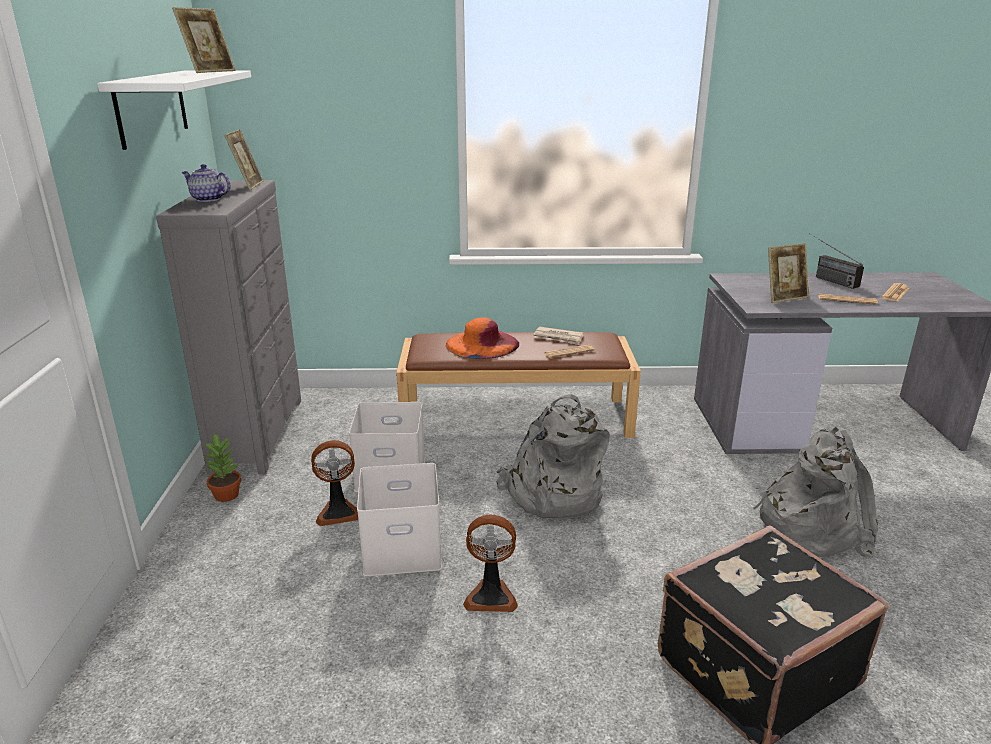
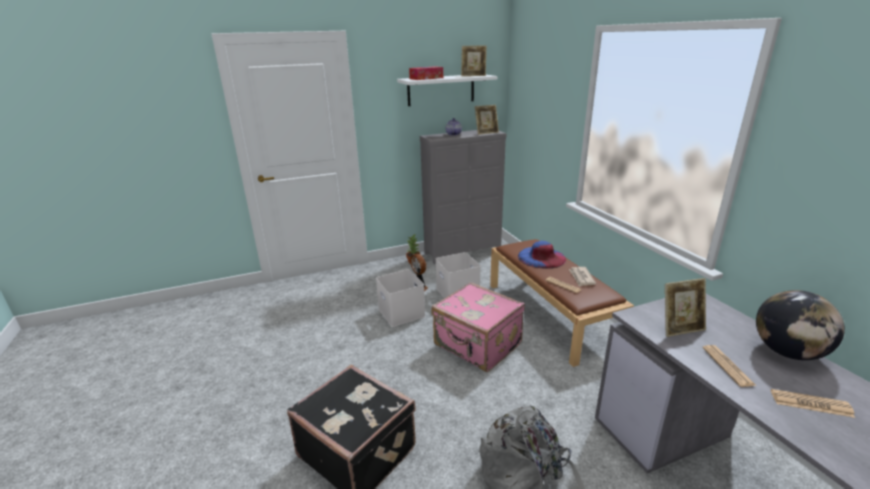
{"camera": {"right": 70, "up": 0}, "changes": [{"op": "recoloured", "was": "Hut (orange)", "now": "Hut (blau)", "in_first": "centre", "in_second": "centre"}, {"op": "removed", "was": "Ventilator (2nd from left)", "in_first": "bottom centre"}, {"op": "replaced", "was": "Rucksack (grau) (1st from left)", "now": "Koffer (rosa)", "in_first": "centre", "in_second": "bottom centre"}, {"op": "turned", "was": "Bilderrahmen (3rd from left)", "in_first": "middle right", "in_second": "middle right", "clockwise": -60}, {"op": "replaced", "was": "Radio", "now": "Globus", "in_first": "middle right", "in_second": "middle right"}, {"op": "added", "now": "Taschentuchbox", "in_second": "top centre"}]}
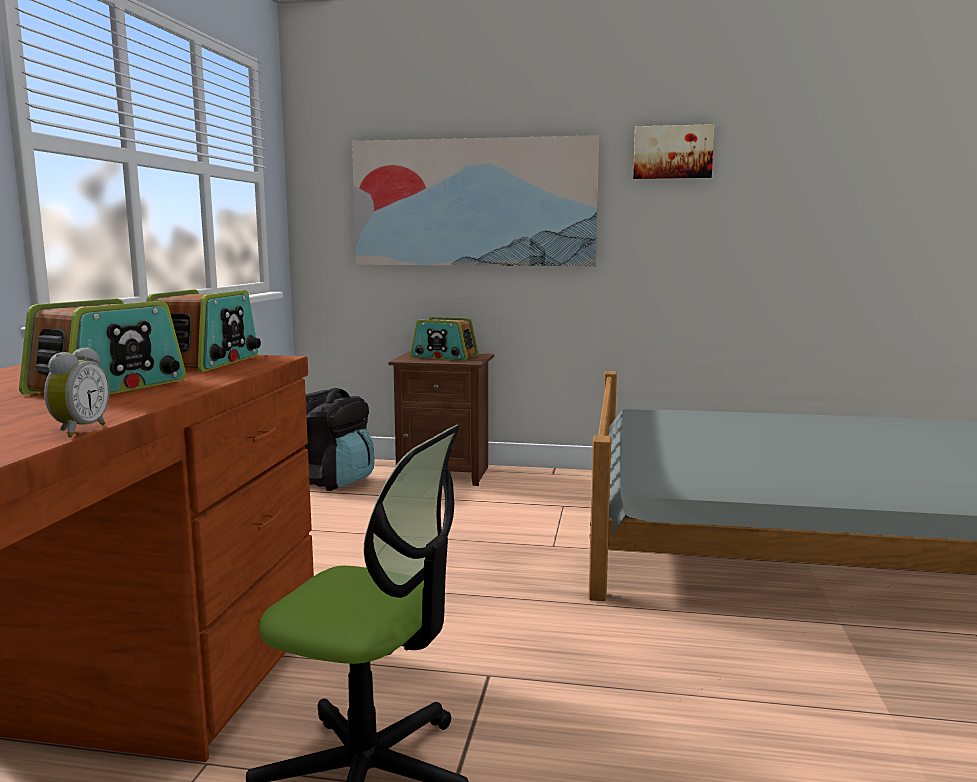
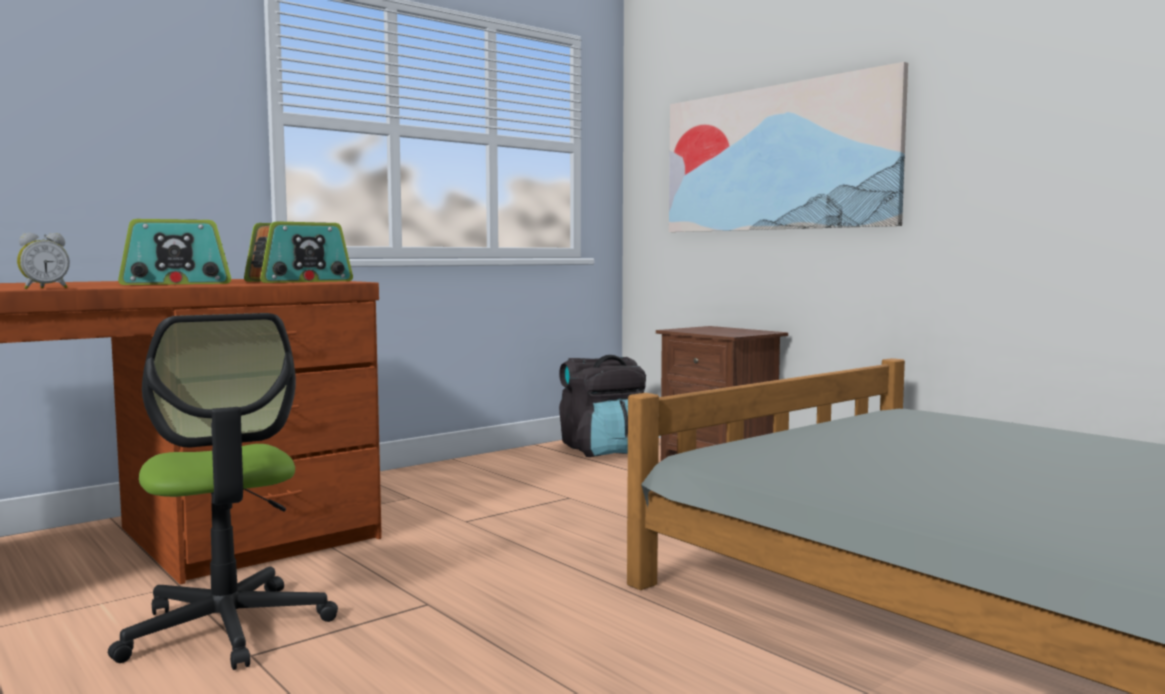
{"camera": {"right": 40, "up": -5}, "changes": [{"op": "removed", "was": "Radio (3rd from left)", "in_first": "centre"}, {"op": "removed", "was": "Bild (2nd from left)", "in_first": "top right"}]}
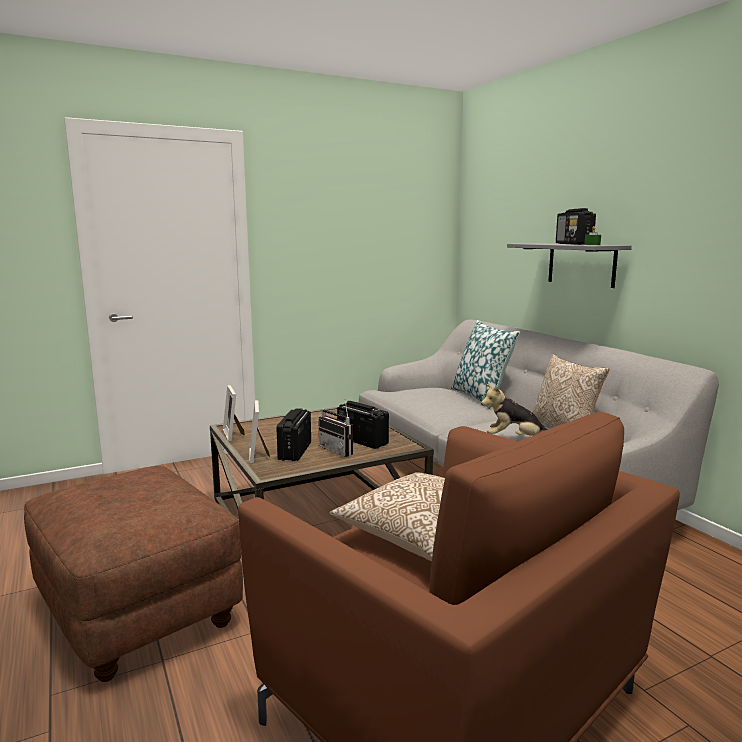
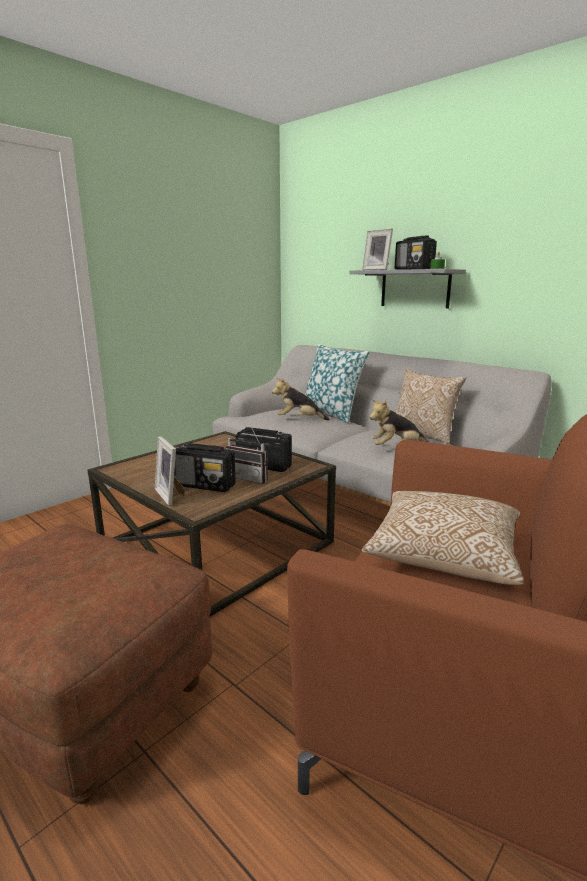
{"camera": {"right": -20, "up": 5}, "changes": [{"op": "moved", "was": "Bilderrahmen (1st from left in the first image)", "now": "Bilderrahmen (2nd from left)", "in_first": "middle left", "in_second": "top centre"}, {"op": "turned", "was": "Radio (1st from left)", "in_first": "centre", "in_second": "centre", "clockwise": -60}, {"op": "added", "now": "Plüschtier (1st from left)", "in_second": "centre"}]}
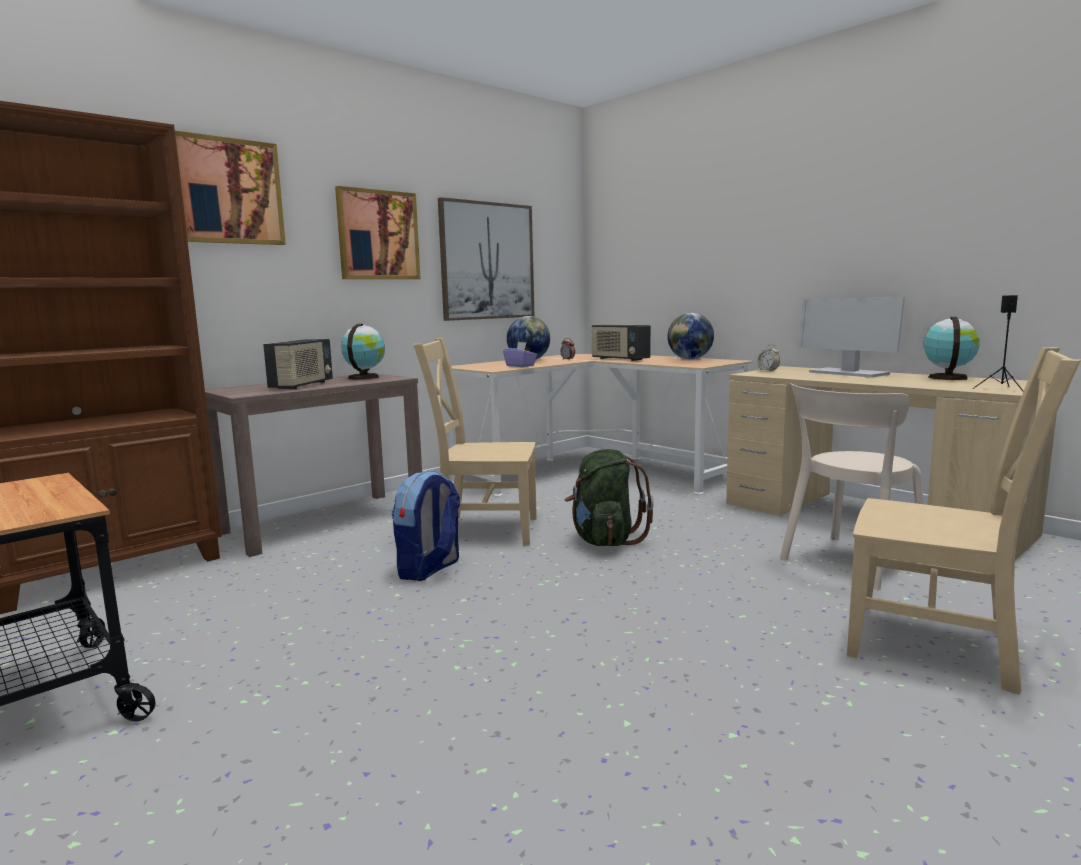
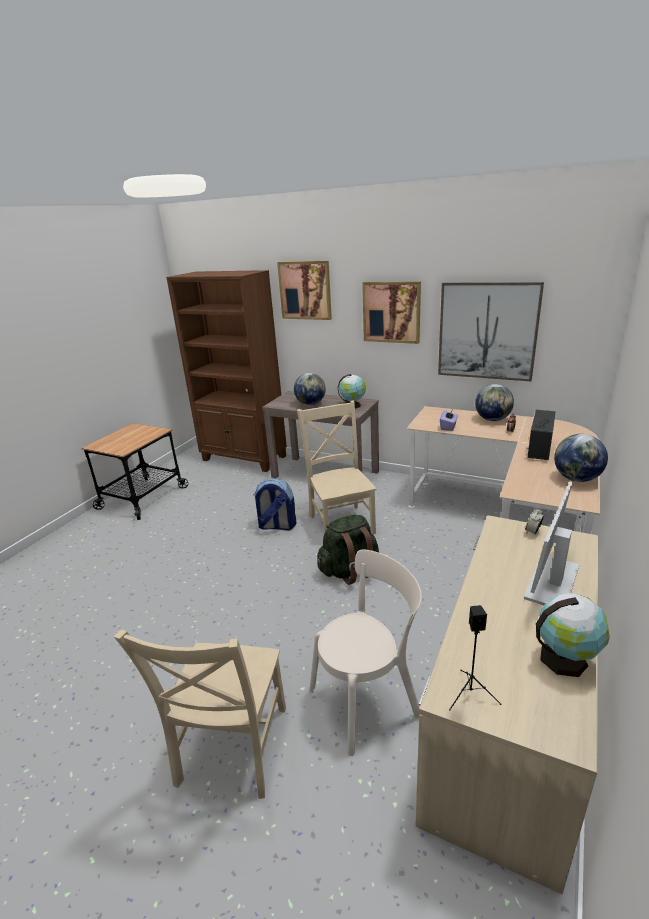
{"camera": {"right": 70, "up": 15}, "changes": [{"op": "replaced", "was": "Radio (1st from left)", "now": "Globus (1st from left)", "in_first": "middle left", "in_second": "centre"}, {"op": "turned", "was": "Stuhl (beige) (2nd from left in the first image)", "in_first": "middle right", "in_second": "bottom centre", "clockwise": 120}]}
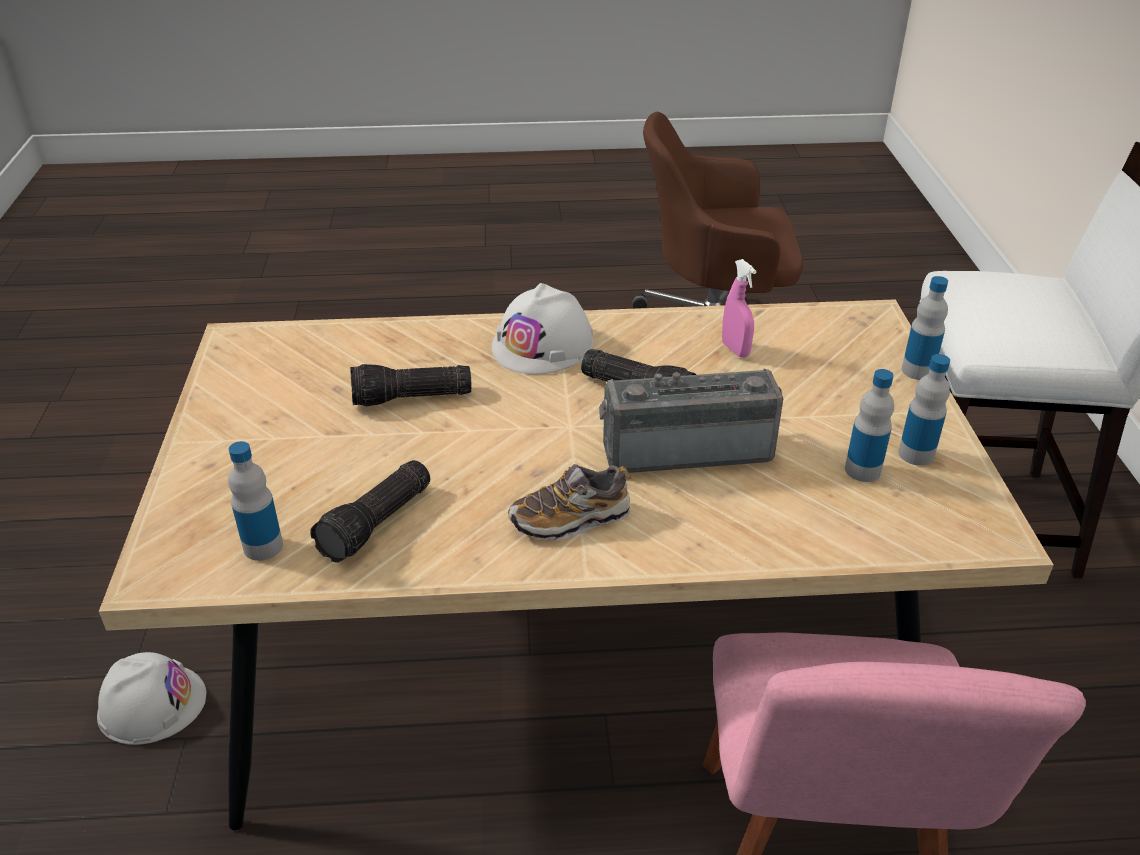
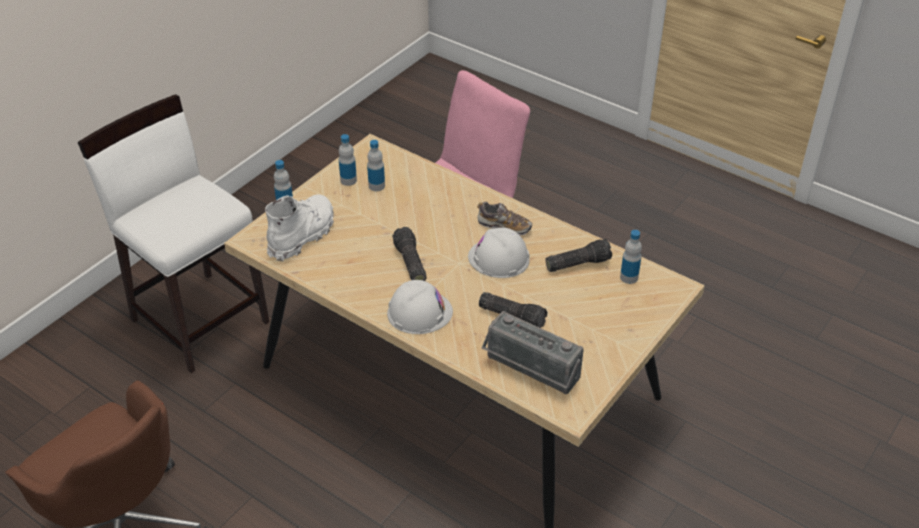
{"camera": {"right": -140, "up": 5}, "changes": [{"op": "moved", "was": "Schutzhelm (weiß) (1st from left in the first image)", "now": "Schutzhelm (weiß) (2nd from left)", "in_first": "bottom left", "in_second": "centre"}, {"op": "moved", "was": "Radio", "in_first": "centre", "in_second": "bottom centre"}, {"op": "removed", "was": "Sprühflasche (rosa)", "in_first": "centre"}, {"op": "added", "now": "Stiefel (weiß)", "in_second": "middle left"}]}
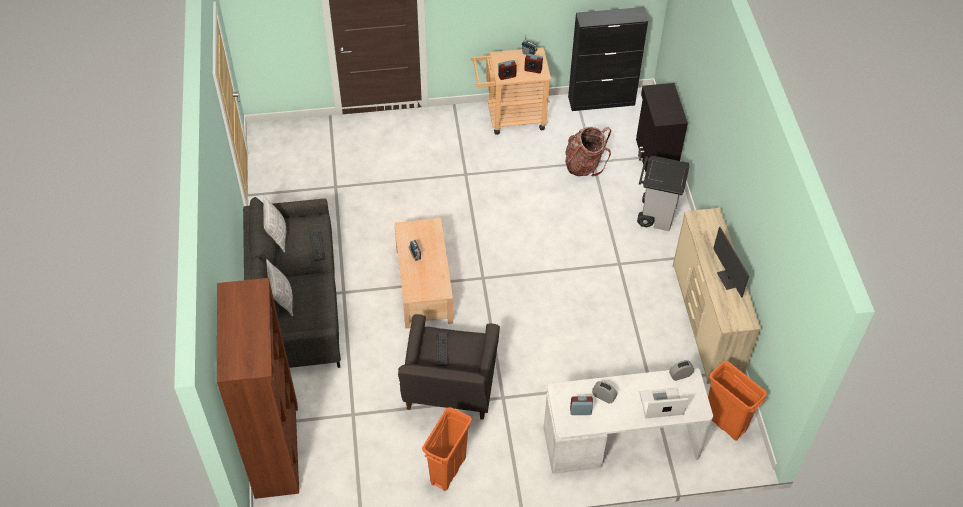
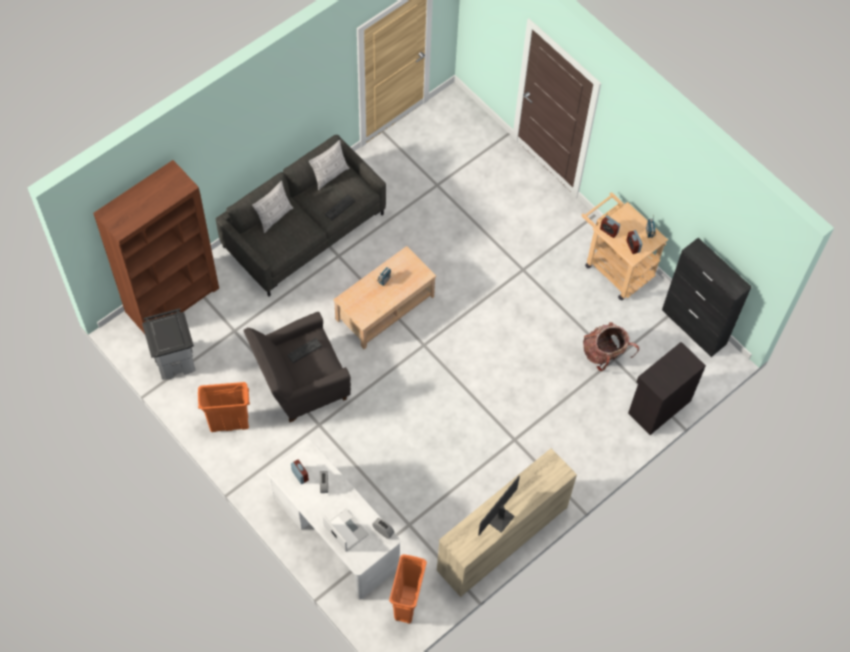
{"camera": {"right": 55, "up": 10}, "changes": [{"op": "moved", "was": "Mülleimer (grau)", "in_first": "middle right", "in_second": "middle left"}]}
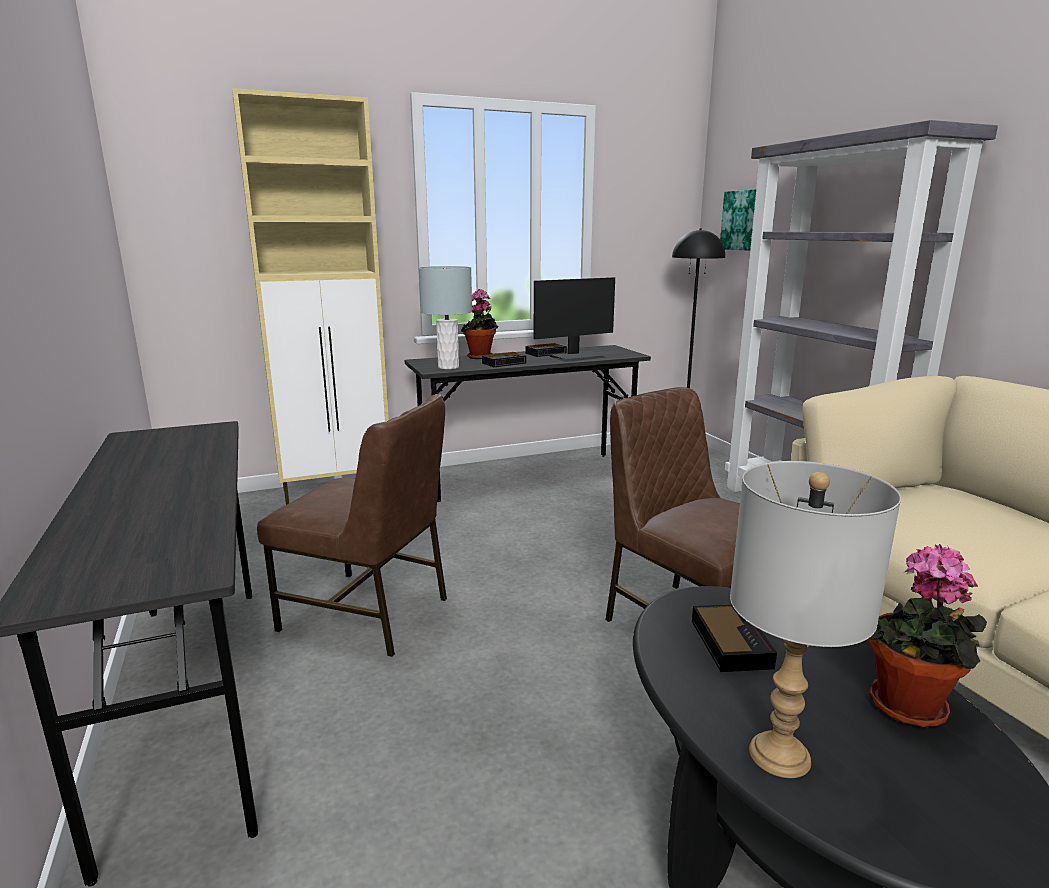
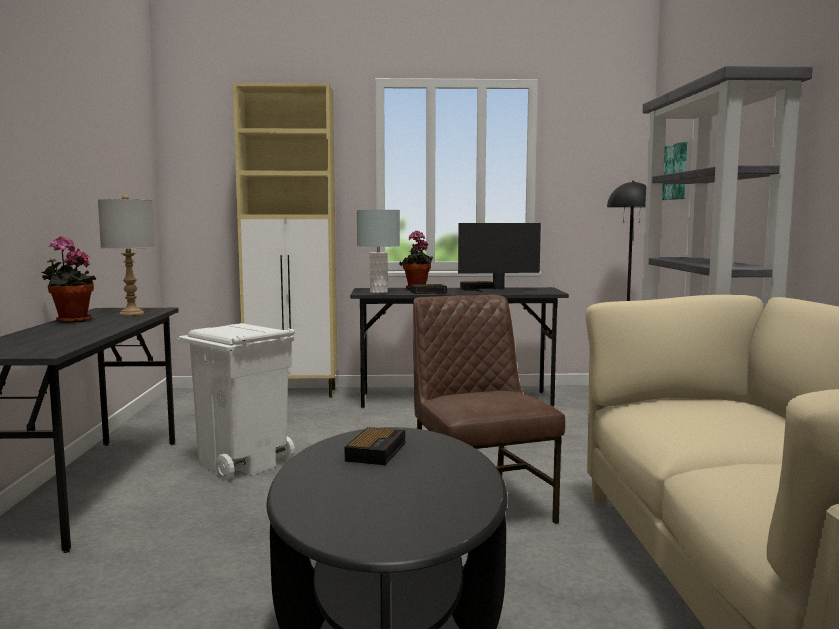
{"camera": {"right": 20, "up": -10}, "changes": [{"op": "replaced", "was": "Stuhl (braun) (1st from left)", "now": "Mülleimer (weiß)", "in_first": "centre", "in_second": "middle left"}, {"op": "moved", "was": "Tischlampe (grau) (2nd from left in the first image)", "now": "Tischlampe (grau) (1st from left)", "in_first": "bottom right", "in_second": "middle left"}, {"op": "moved", "was": "Topfpflanze (2nd from left in the first image)", "now": "Topfpflanze (1st from left)", "in_first": "bottom right", "in_second": "middle left"}]}
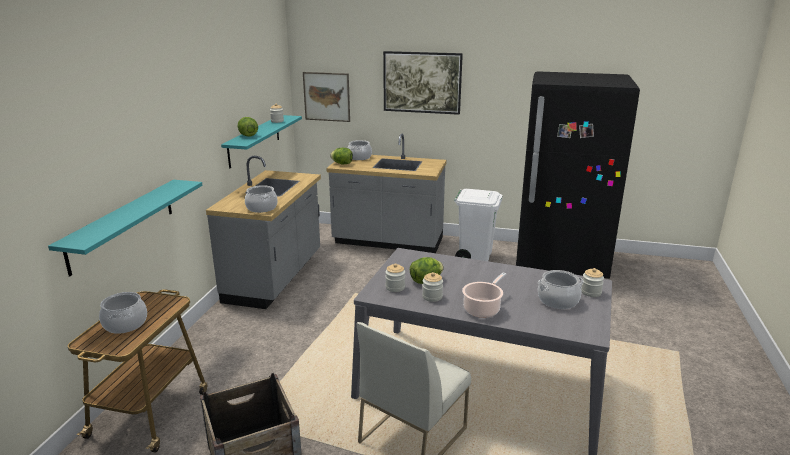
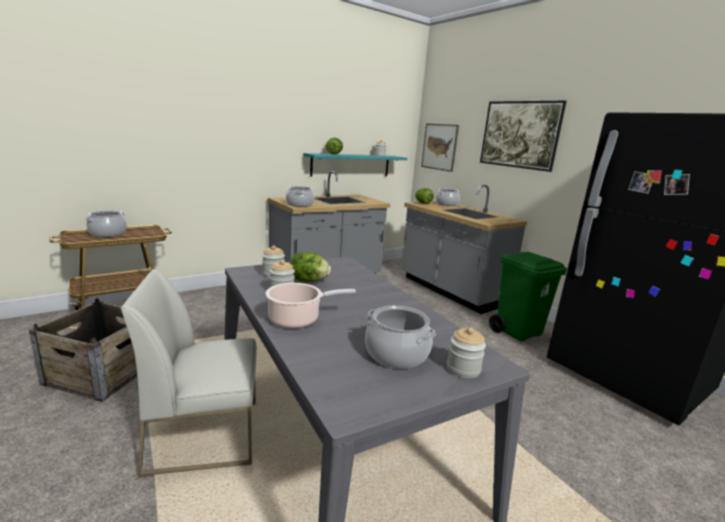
{"camera": {"right": 40, "up": -5}, "changes": [{"op": "removed", "was": "Wandregal (türkis) (1st from left)", "in_first": "middle left"}, {"op": "recoloured", "was": "Mülleimer (weiß)", "now": "Mülleimer (grün)", "in_first": "centre", "in_second": "middle right"}]}
